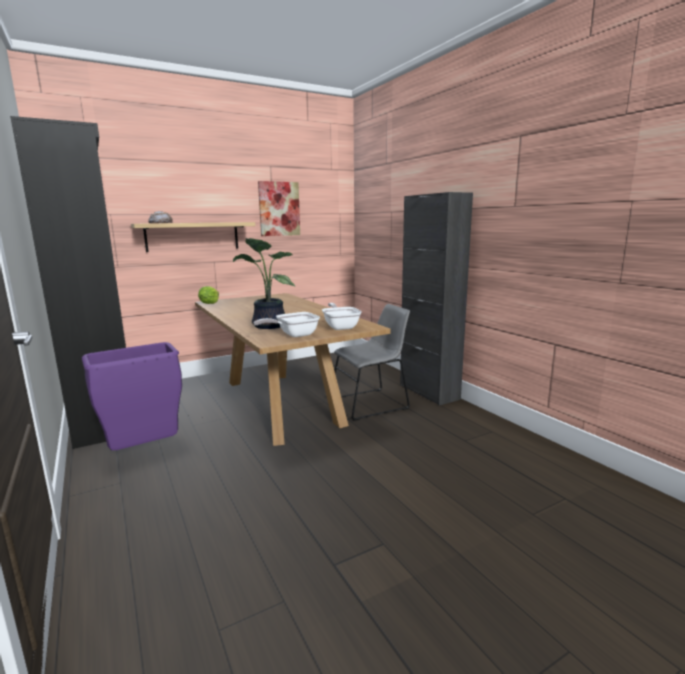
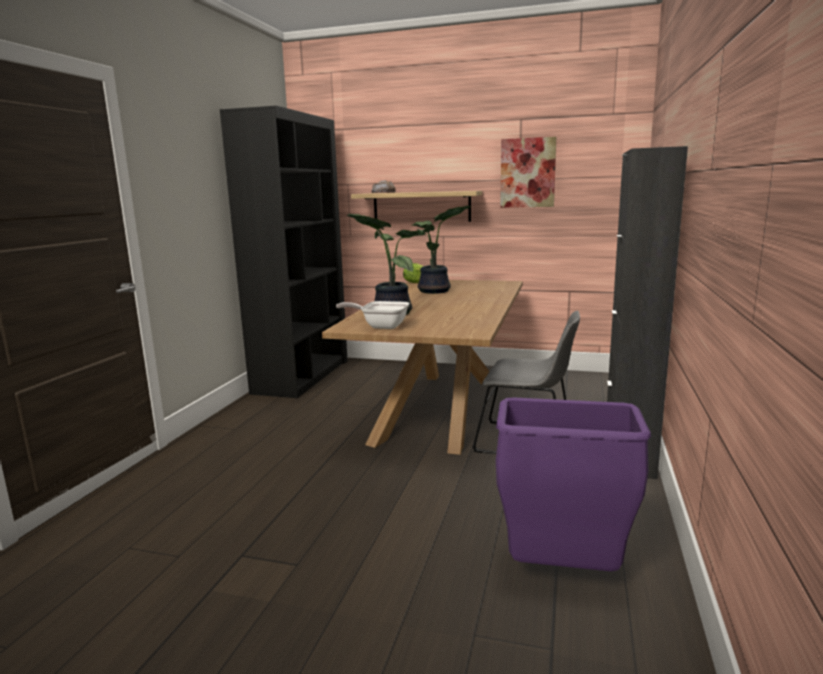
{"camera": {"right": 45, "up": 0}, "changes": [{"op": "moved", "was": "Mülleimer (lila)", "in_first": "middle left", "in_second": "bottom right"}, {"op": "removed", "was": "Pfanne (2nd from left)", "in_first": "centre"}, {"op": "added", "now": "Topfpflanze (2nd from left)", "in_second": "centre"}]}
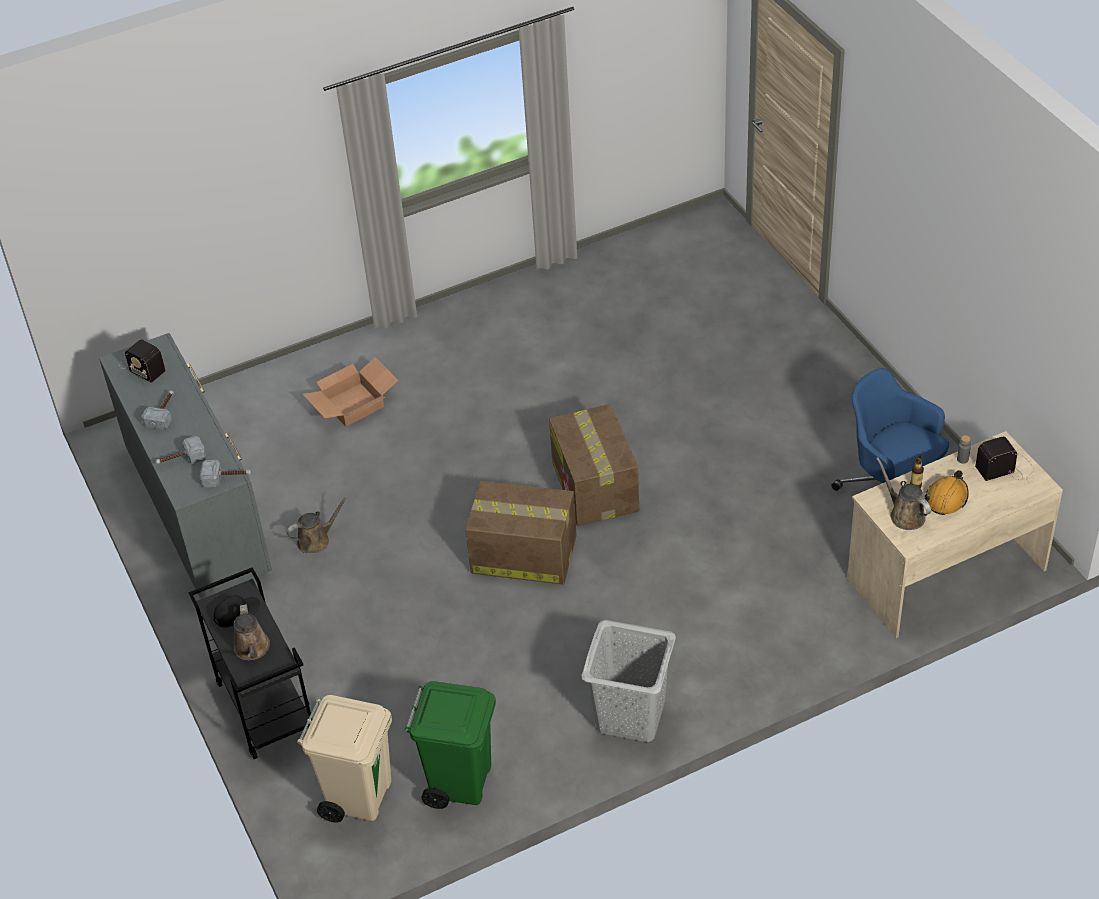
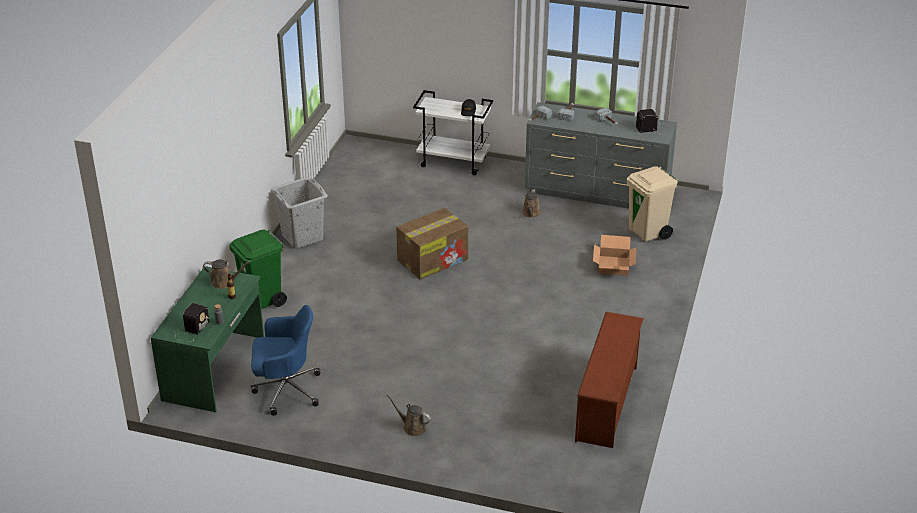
{"camera": {"right": 130, "up": -10}, "changes": [{"op": "recoloured", "was": "Rollwagen (schwarz)", "now": "Rollwagen (weiß)", "in_first": "bottom left", "in_second": "top centre"}, {"op": "moved", "was": "Gießkanne (braun) (1st from left in the first image)", "now": "Gießkanne (braun) (2nd from left)", "in_first": "bottom left", "in_second": "bottom centre"}, {"op": "moved", "was": "Mülleimer (beige)", "in_first": "bottom left", "in_second": "middle right"}, {"op": "moved", "was": "Mülleimer (grün)", "in_first": "bottom centre", "in_second": "middle left"}, {"op": "removed", "was": "Karton (3rd from left)", "in_first": "centre"}, {"op": "recoloured", "was": "Schreibtisch (beige)", "now": "Schreibtisch (grün)", "in_first": "middle right", "in_second": "middle left"}, {"op": "removed", "was": "Schutzhelm (orange)", "in_first": "middle right"}, {"op": "added", "now": "Schuhregal (braun)", "in_second": "bottom centre"}]}
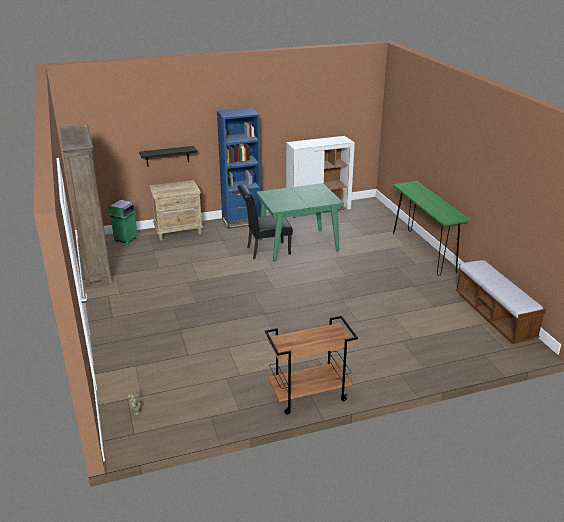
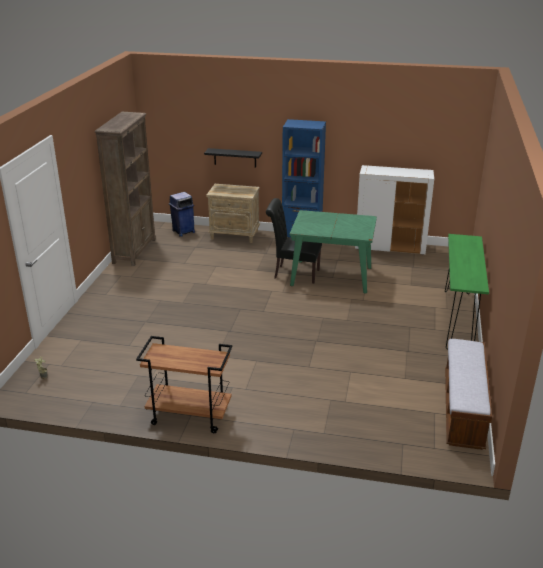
{"camera": {"right": 30, "up": 0}, "changes": [{"op": "recoloured", "was": "Mülleimer (grün)", "now": "Mülleimer (blau)", "in_first": "middle left", "in_second": "centre"}]}
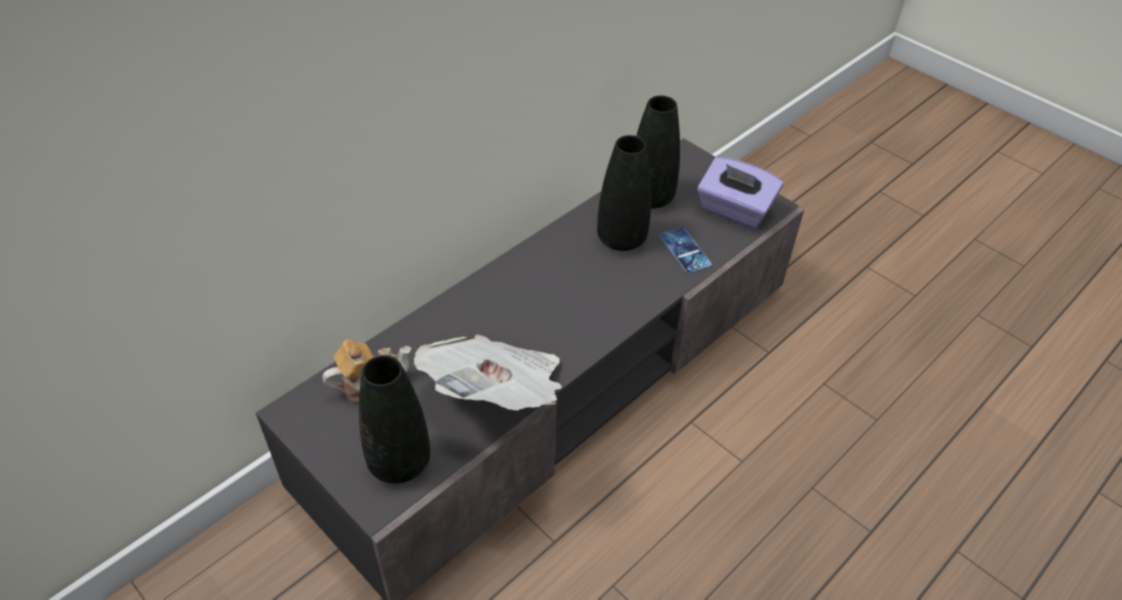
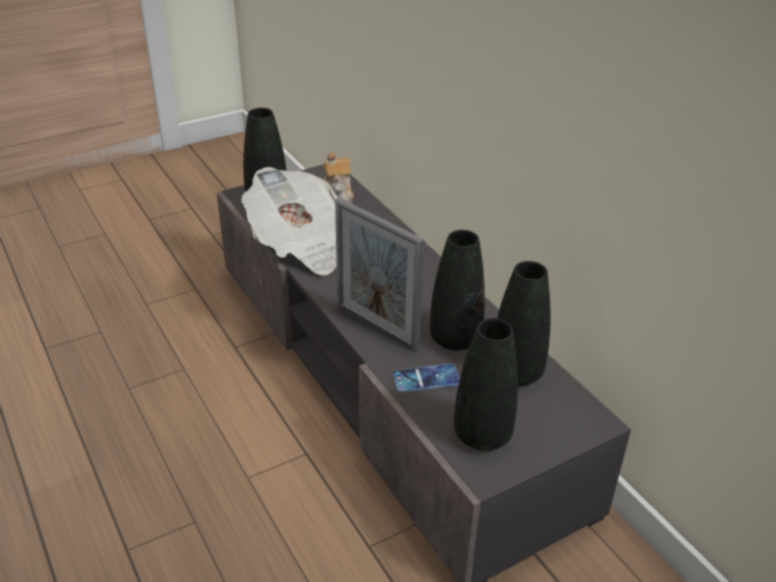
{"camera": {"right": 105, "up": -10}, "changes": [{"op": "replaced", "was": "Taschentuchbox (lila)", "now": "Vase (schwarz) (3rd from left)", "in_first": "top centre", "in_second": "centre"}, {"op": "added", "now": "Bilderrahmen", "in_second": "centre"}]}
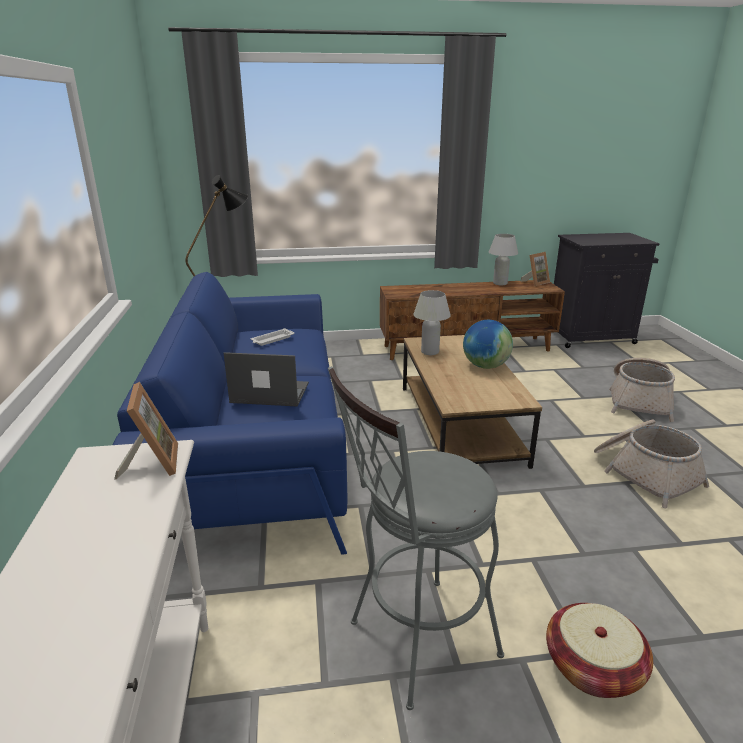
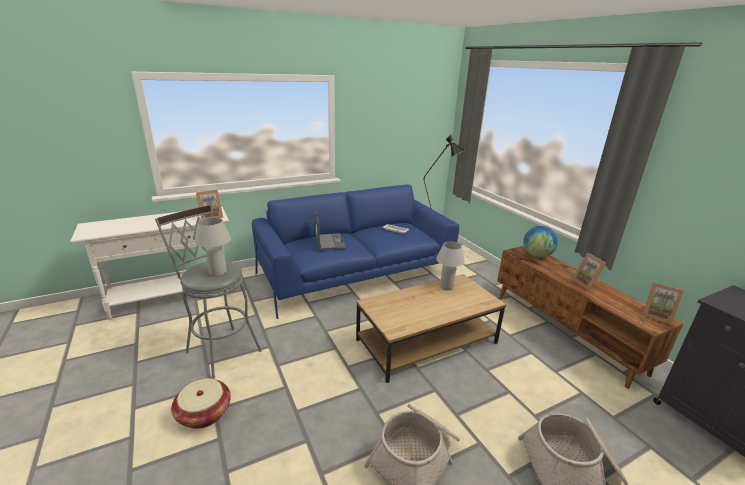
{"camera": {"right": 70, "up": 0}, "changes": [{"op": "moved", "was": "Globus", "in_first": "centre", "in_second": "middle right"}, {"op": "moved", "was": "Tischlampe (weiß) (2nd from left in the first image)", "now": "Tischlampe (weiß) (1st from left)", "in_first": "middle right", "in_second": "middle left"}, {"op": "added", "now": "Bilderrahmen (2nd from left)", "in_second": "middle right"}]}
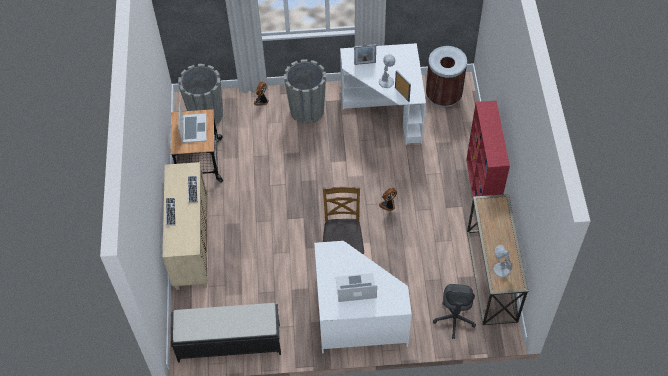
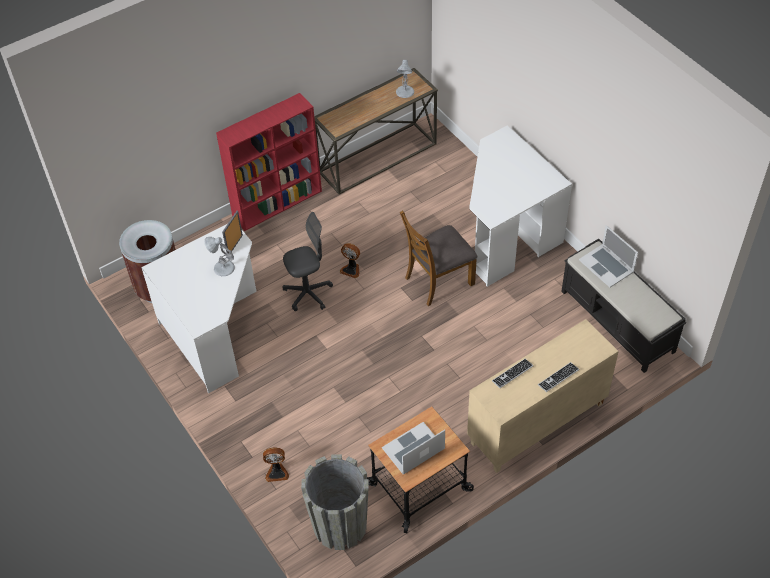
{"camera": {"right": -120, "up": -5}, "changes": [{"op": "removed", "was": "Pflanzkübel (grau) (2nd from left)", "in_first": "top centre"}, {"op": "moved", "was": "Laptop (2nd from left)", "in_first": "bottom centre", "in_second": "middle right"}, {"op": "removed", "was": "Bilderrahmen (1st from left)", "in_first": "top centre"}, {"op": "moved", "was": "Bürostuhl (grau)", "in_first": "bottom right", "in_second": "centre"}]}
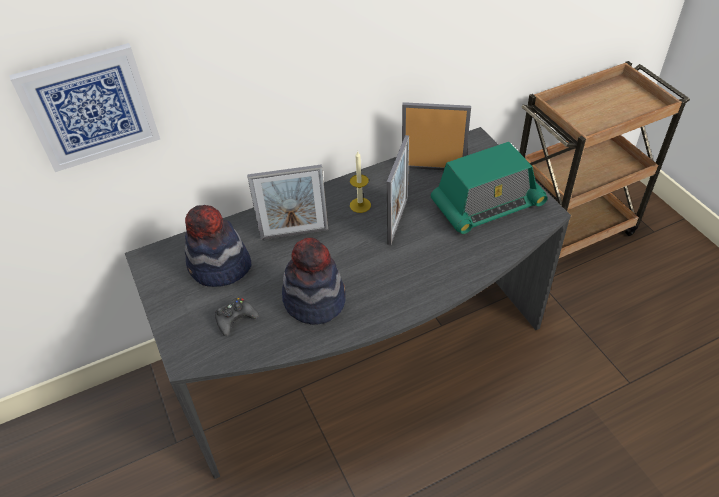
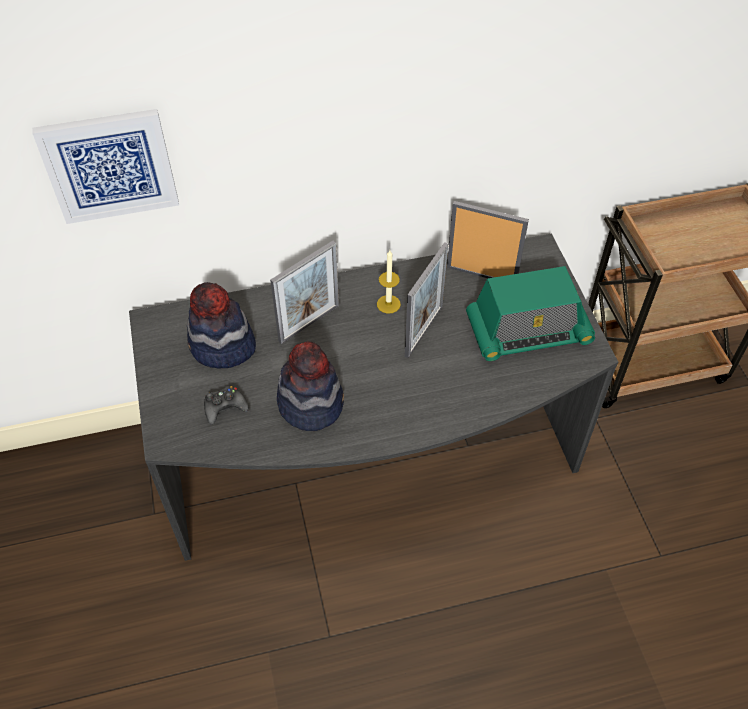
{"camera": {"right": 10, "up": 5}, "changes": [{"op": "turned", "was": "Bilderrahmen (1st from left)", "in_first": "centre", "in_second": "centre", "clockwise": -45}]}
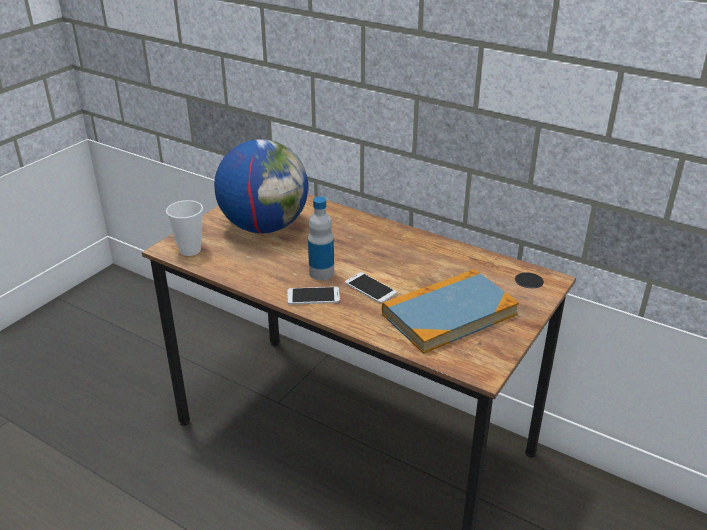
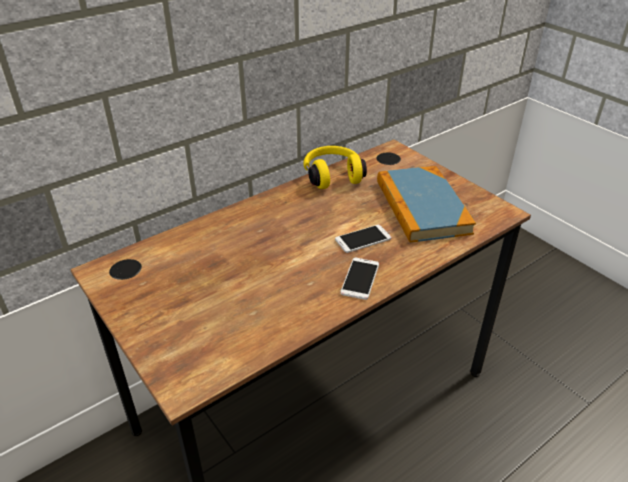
{"camera": {"right": -70, "up": 5}, "changes": [{"op": "removed", "was": "Tasse", "in_first": "middle left"}, {"op": "removed", "was": "Globus", "in_first": "centre"}, {"op": "removed", "was": "Flasche", "in_first": "centre"}, {"op": "added", "now": "Kopfhörer (gelb)", "in_second": "centre"}]}
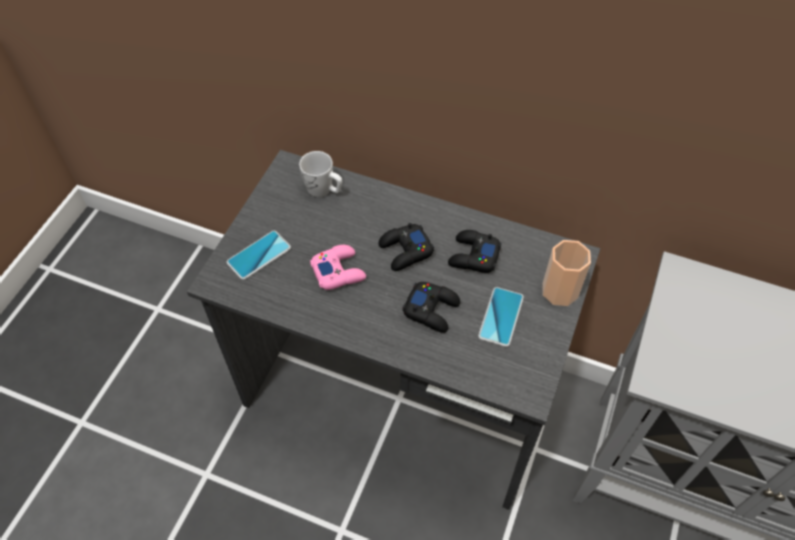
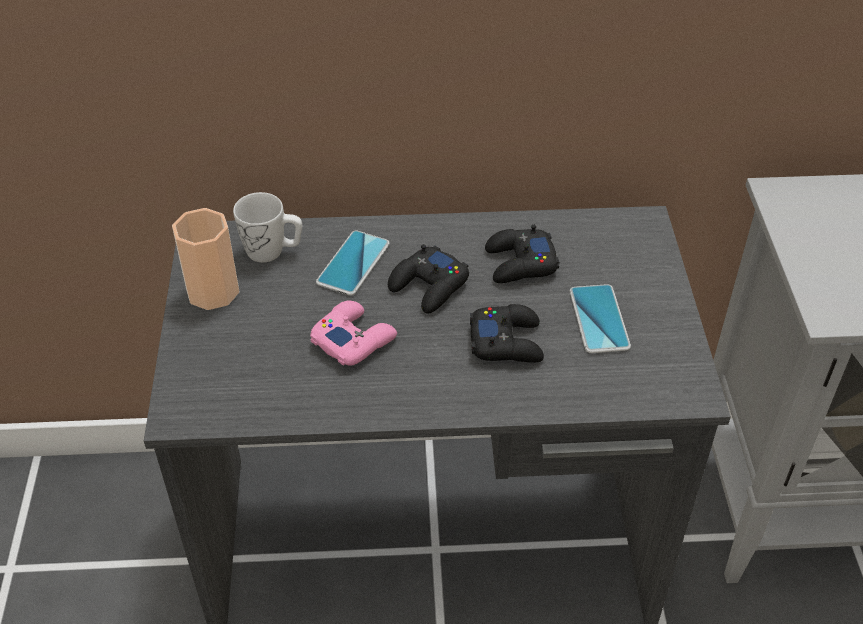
{"camera": {"right": -25, "up": -10}, "changes": [{"op": "moved", "was": "Handy (1st from left)", "in_first": "middle left", "in_second": "centre"}, {"op": "moved", "was": "Tasse", "in_first": "middle right", "in_second": "middle left"}]}
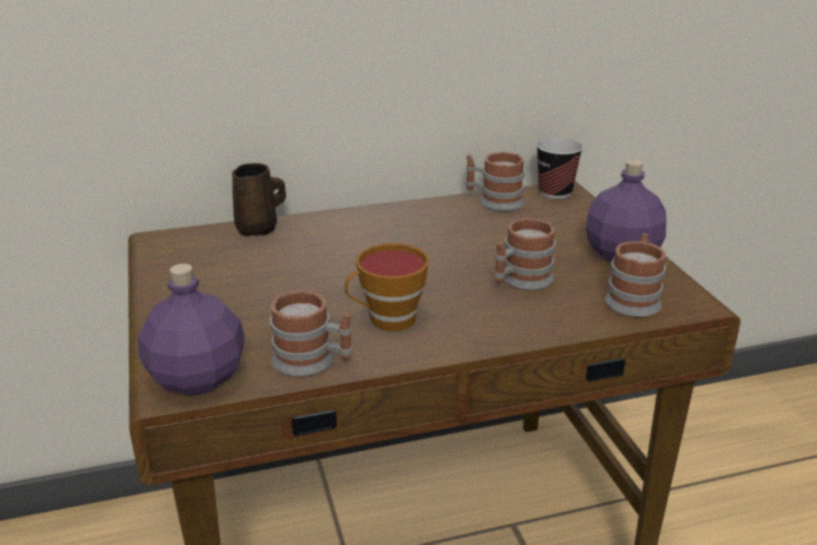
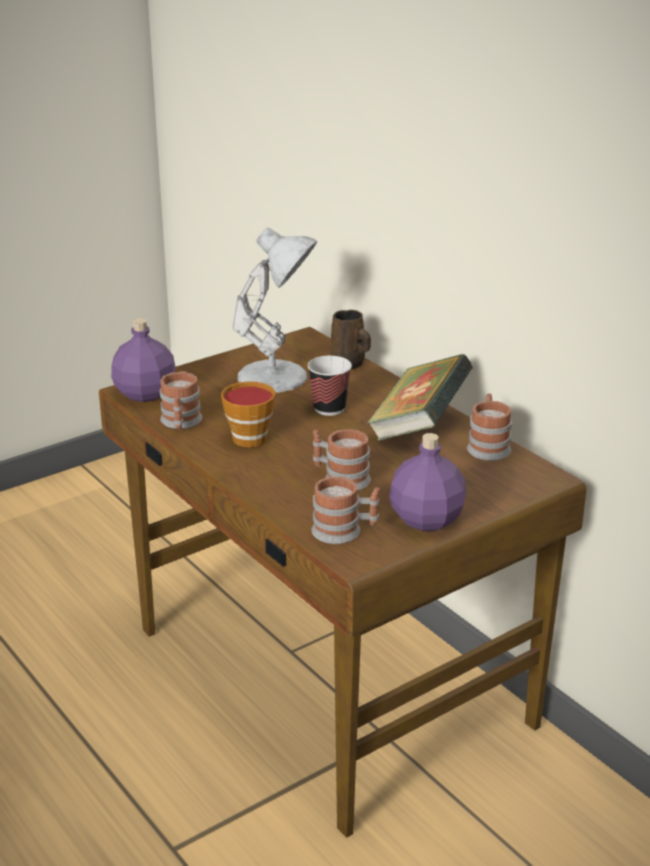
{"camera": {"right": 70, "up": 0}, "changes": [{"op": "moved", "was": "Tasse (2nd from left)", "in_first": "top right", "in_second": "centre"}, {"op": "added", "now": "Tischlampe (weiß)", "in_second": "centre"}, {"op": "added", "now": "Buch", "in_second": "centre"}]}
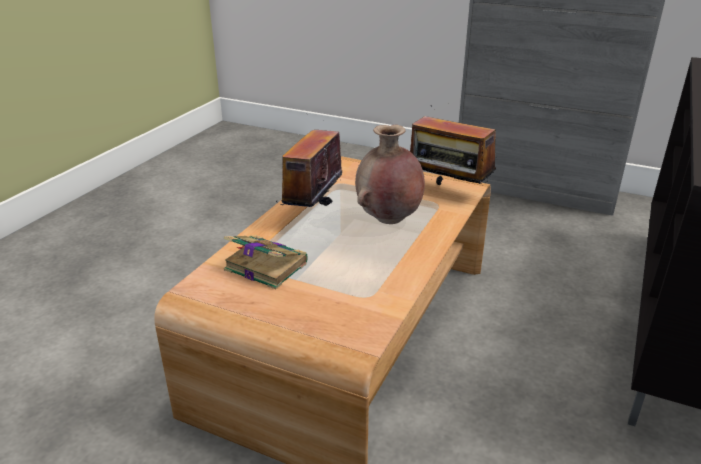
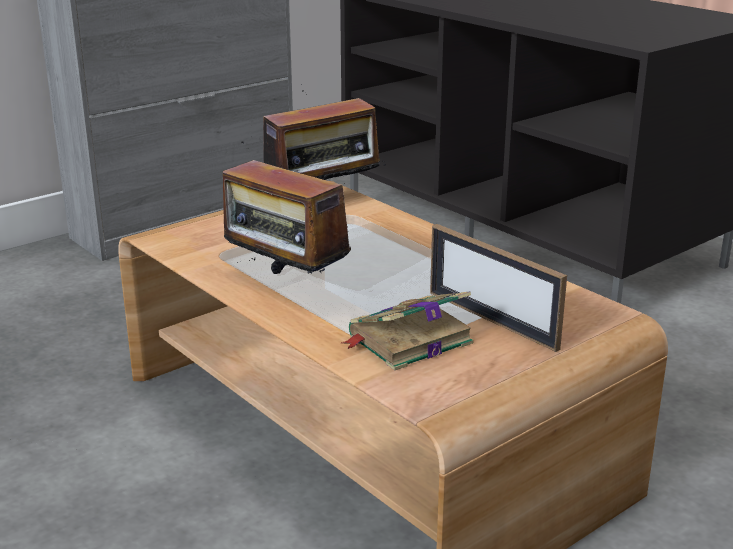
{"camera": {"right": -65, "up": -5}, "changes": [{"op": "removed", "was": "Vase (braun)", "in_first": "centre"}, {"op": "added", "now": "Bilderrahmen", "in_second": "middle right"}]}
